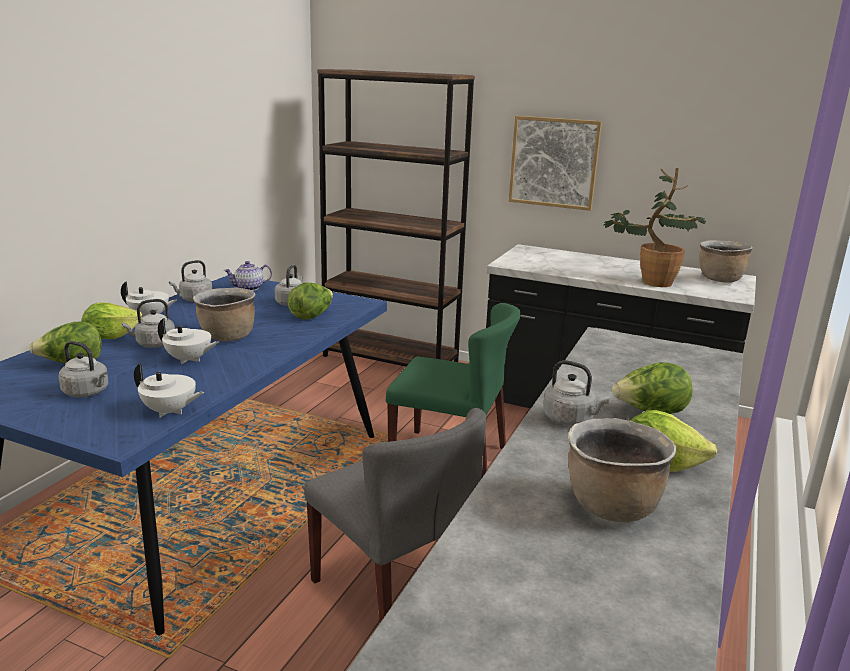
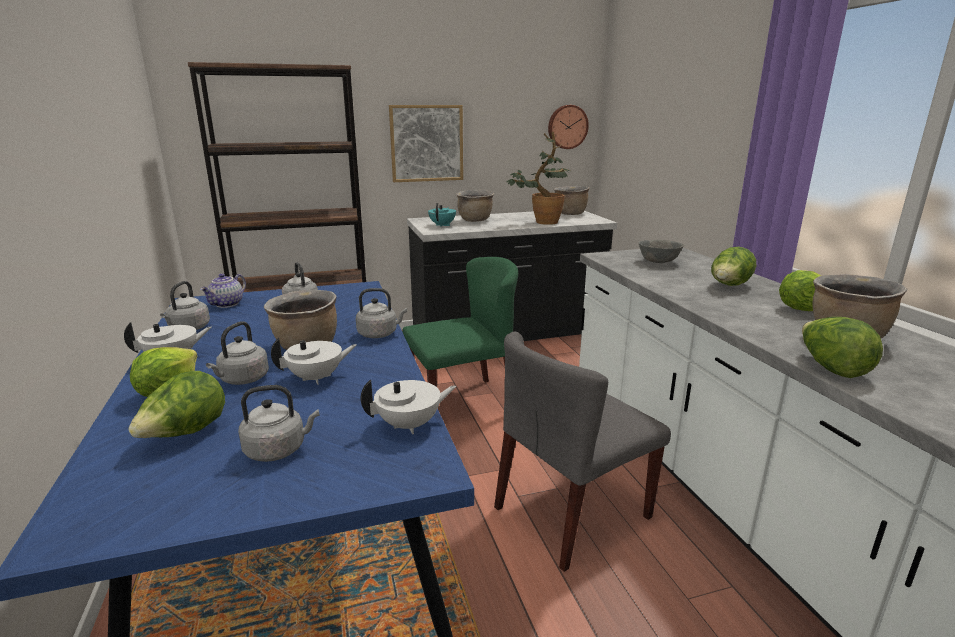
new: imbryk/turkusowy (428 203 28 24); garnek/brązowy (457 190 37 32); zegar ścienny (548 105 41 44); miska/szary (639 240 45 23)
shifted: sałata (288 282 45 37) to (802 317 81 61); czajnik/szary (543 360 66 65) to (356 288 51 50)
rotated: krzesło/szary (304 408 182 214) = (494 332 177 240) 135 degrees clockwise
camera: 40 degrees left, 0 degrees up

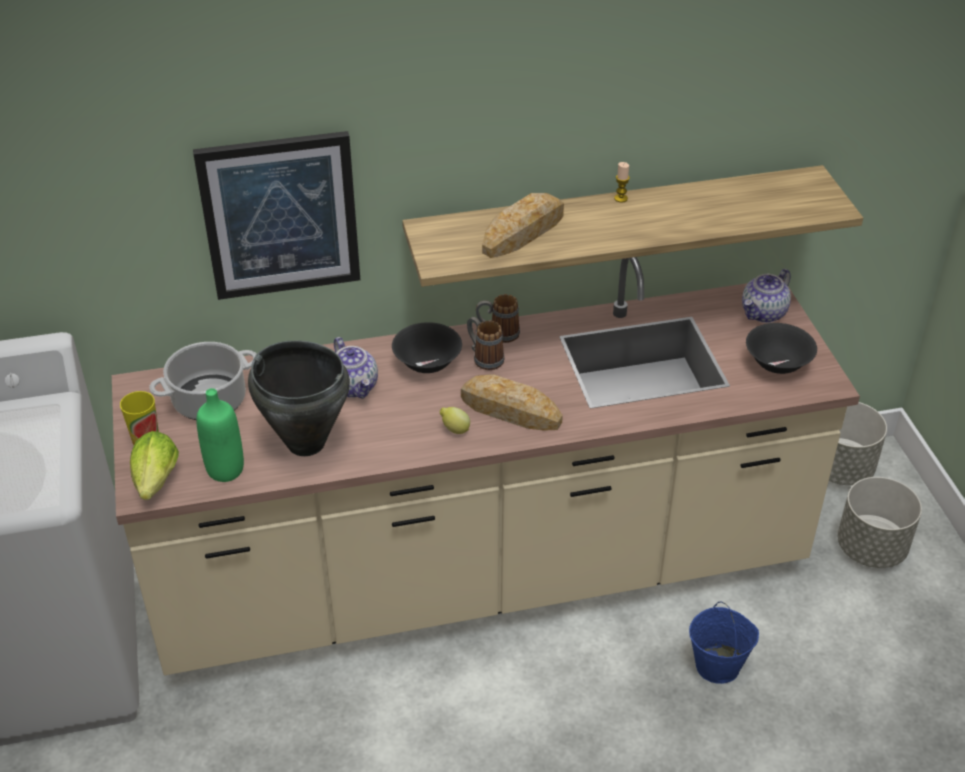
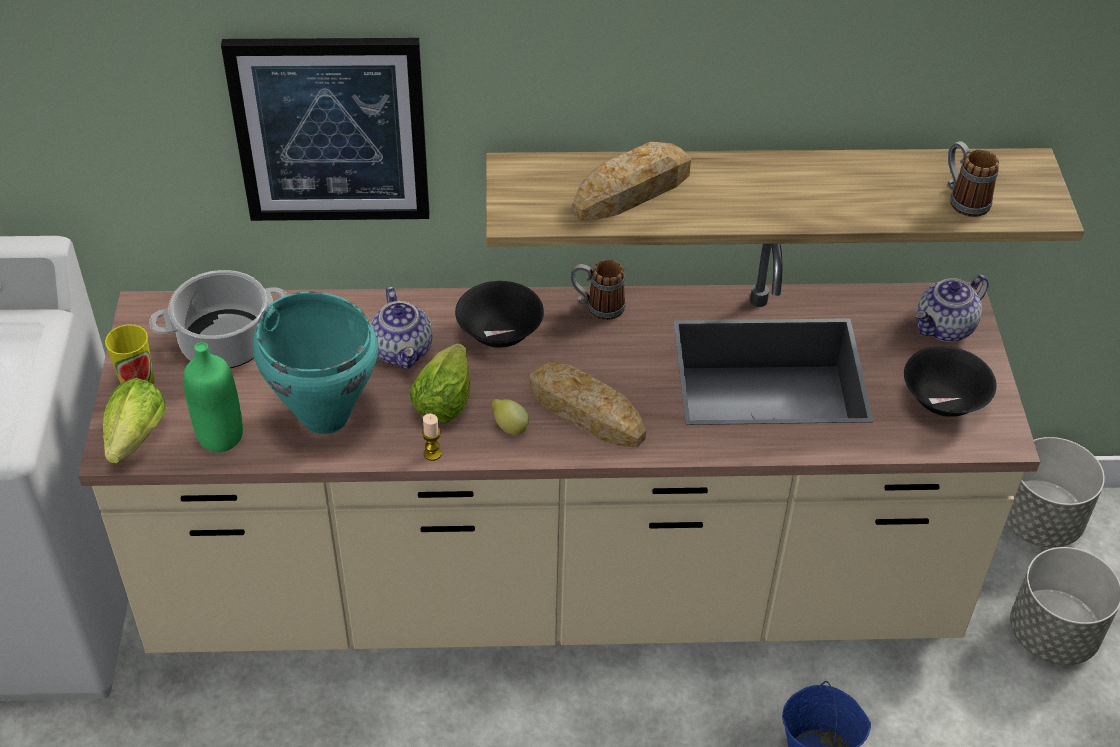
new: sałata (409 343 61 80)
shifted: kubek (467 317 38 53) to (948 141 51 76); świeca (614 162 16 41) to (422 414 20 47)
repainted: garnek/czarny (248 341 102 115) to garnek/turkusowy (253 292 125 142)
camera: 10 degrees right, 5 degrees up

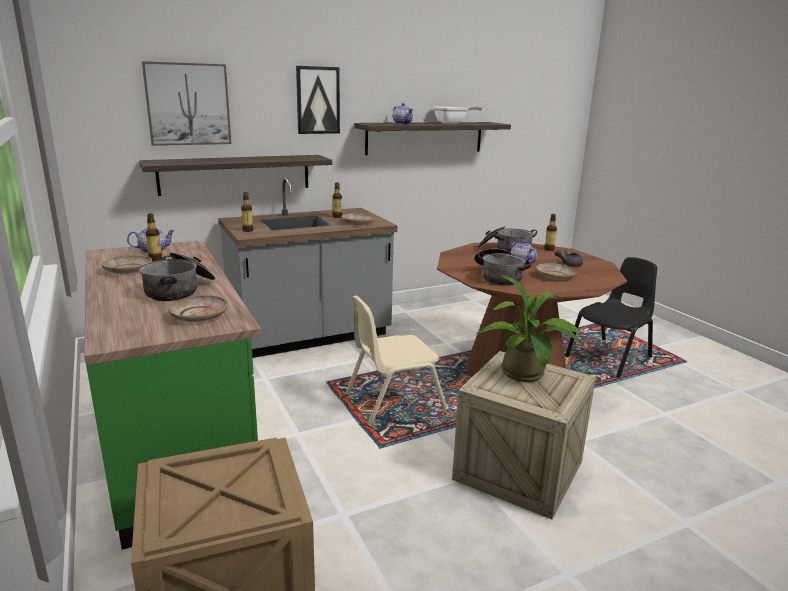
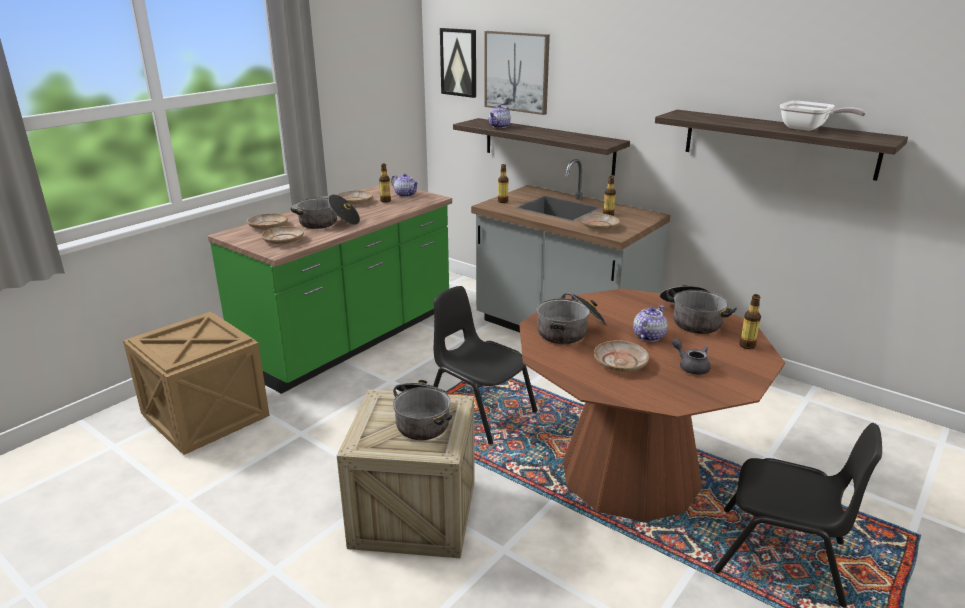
new: talerz/beżowy (247 213 41 17)
shifted: obraz (296 66 44 68) to (440 28 36 70); imbryk (393 103 20 21) to (489 104 22 24)
swapped: roślina doniczkowa (477 275 107 107) to garnek (393 380 59 60)
repainted: krzesło/beżowy (345 295 103 132) to krzesło/czarny (433 286 104 159)
camera: 65 degrees right, 5 degrees up

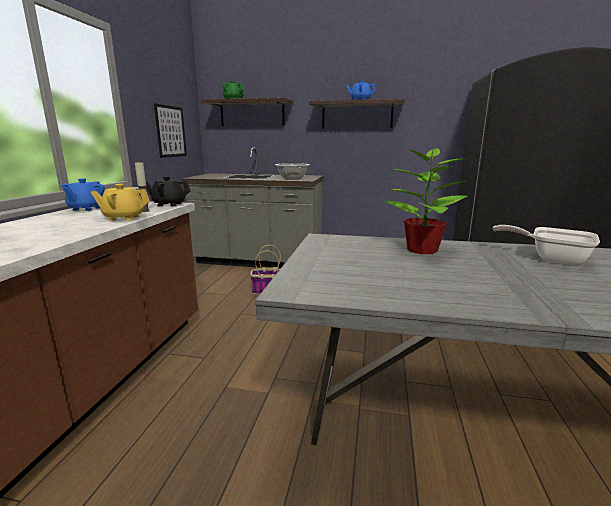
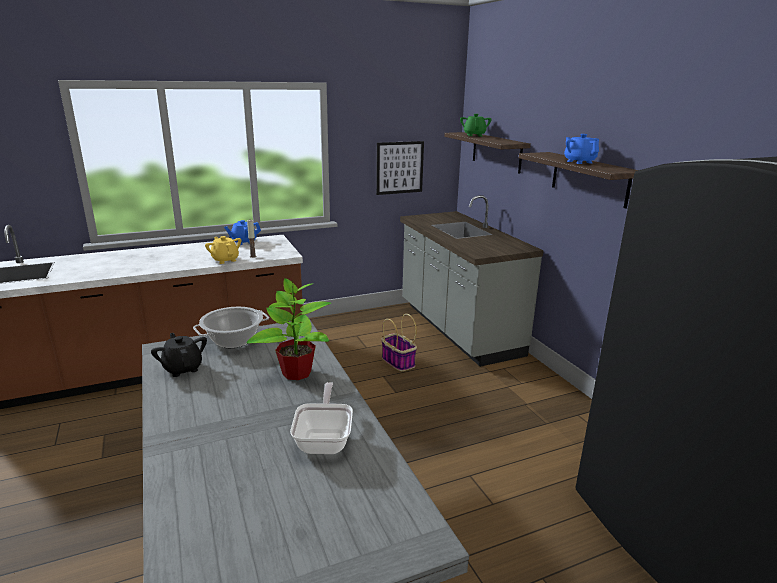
shifted: imbryk/czarny (146 176 44 31) to (151 333 56 44); garnek (275 163 35 17) to (193 307 76 41)
camera: 55 degrees right, 5 degrees up

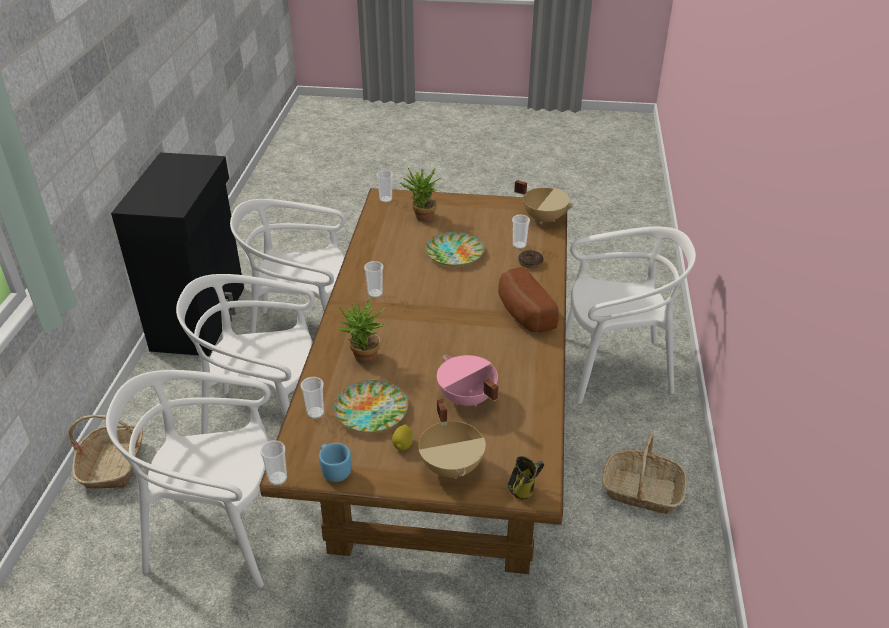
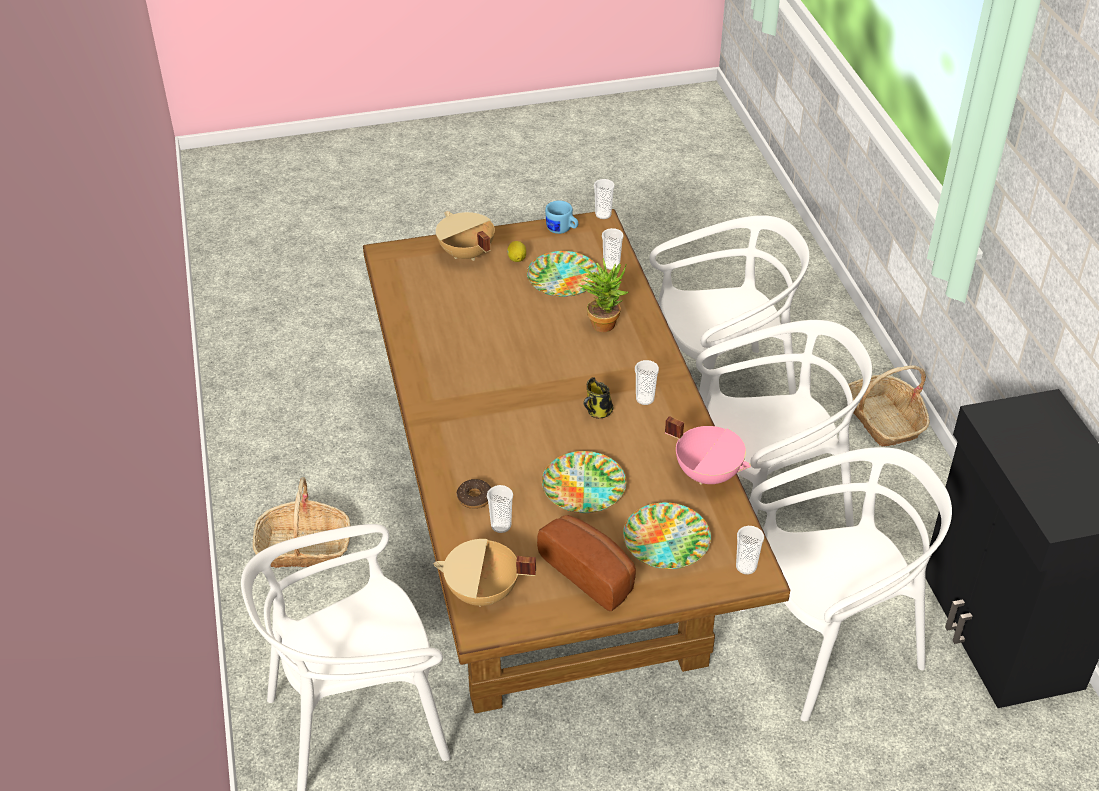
shifted: garnek/różowy (437 355 62 51) to (665 416 86 69); chleb (498 267 61 65) to (537 515 99 96); kubek (508 456 36 44) to (583 377 30 42)
swapped: roślina doniczkowa (400 167 41 55) to talerz (623 502 88 67)
camera: 160 degrees right, 5 degrees up

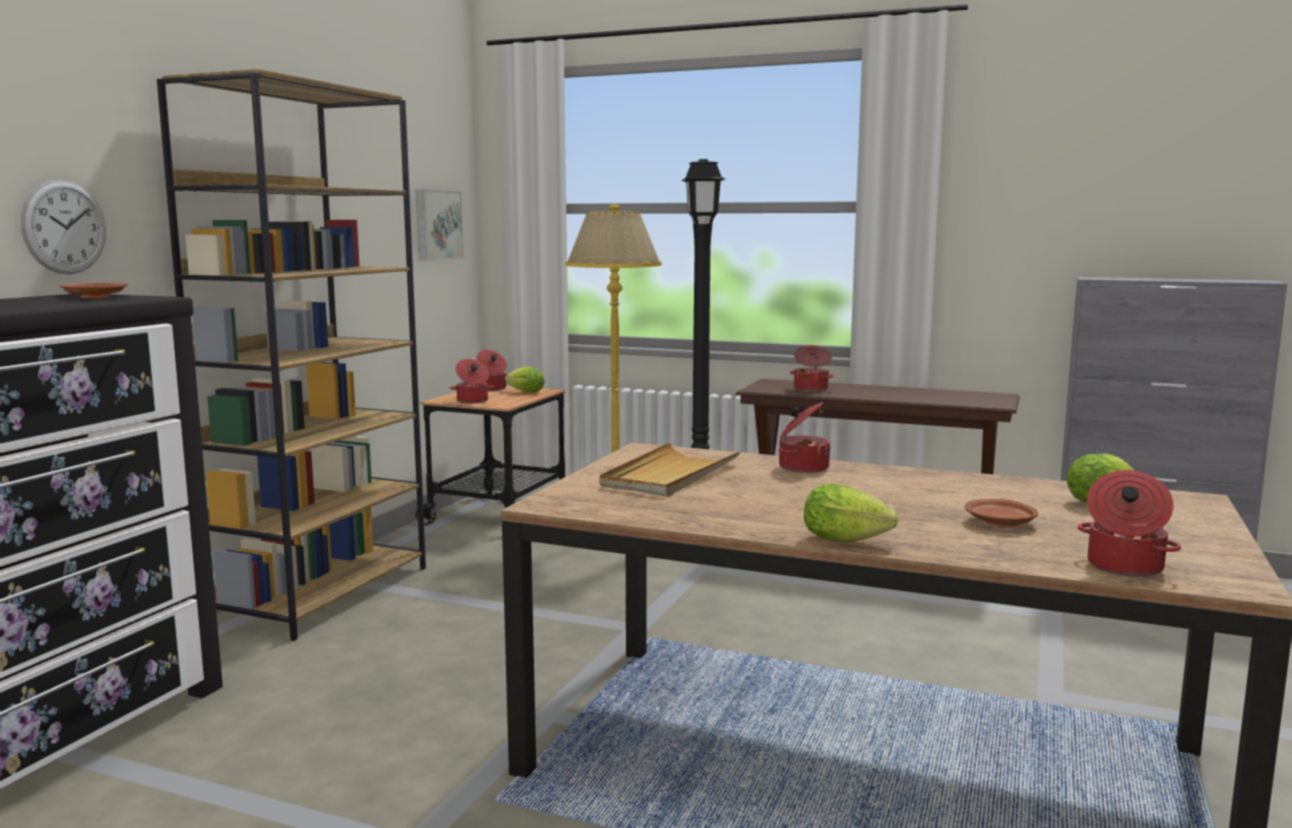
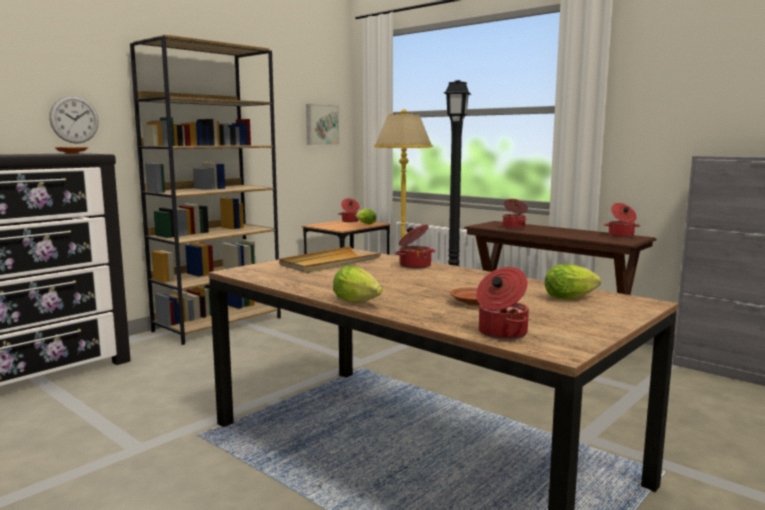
shifted: garnek (450 359 44 44) to (604 203 36 34)
camera: 20 degrees right, 0 degrees up

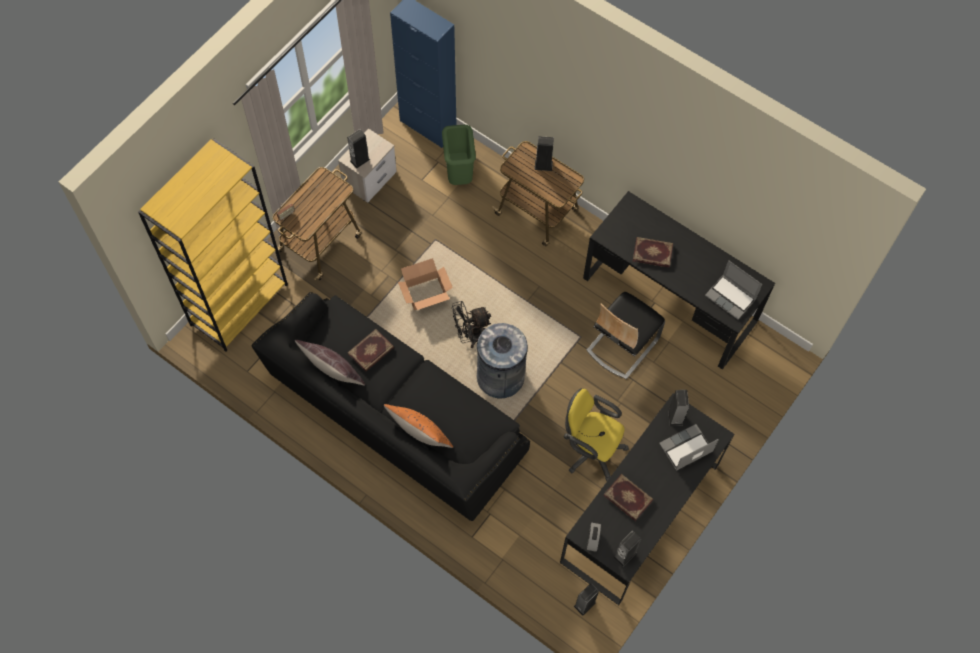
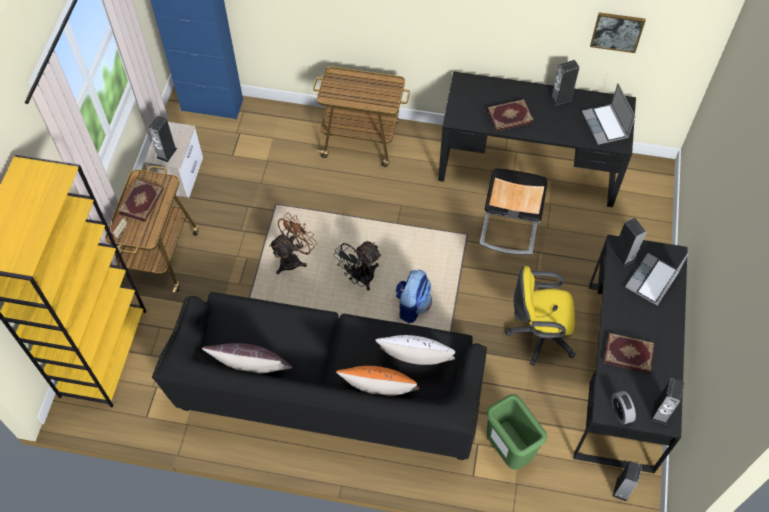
new: poduszka/biały (375 335 81 30); obraz (590 12 56 41)
shifted: książka (348 329 46 43) to (118 179 46 43); kosz na śmieci/zielony (442 125 34 60) to (486 394 61 75); głośnik (535 136 19 35) to (550 60 29 46)
swapped: karton (398 258 55 52) to wentylator/brązowy (269 213 48 61); kosz na śmieci/szary (477 323 51 75) to plecak (396 270 36 53)
rotated: laptop (705 260 57 60) = (582 83 53 62) 60 degrees clockwise
camera: 25 degrees left, 5 degrees down

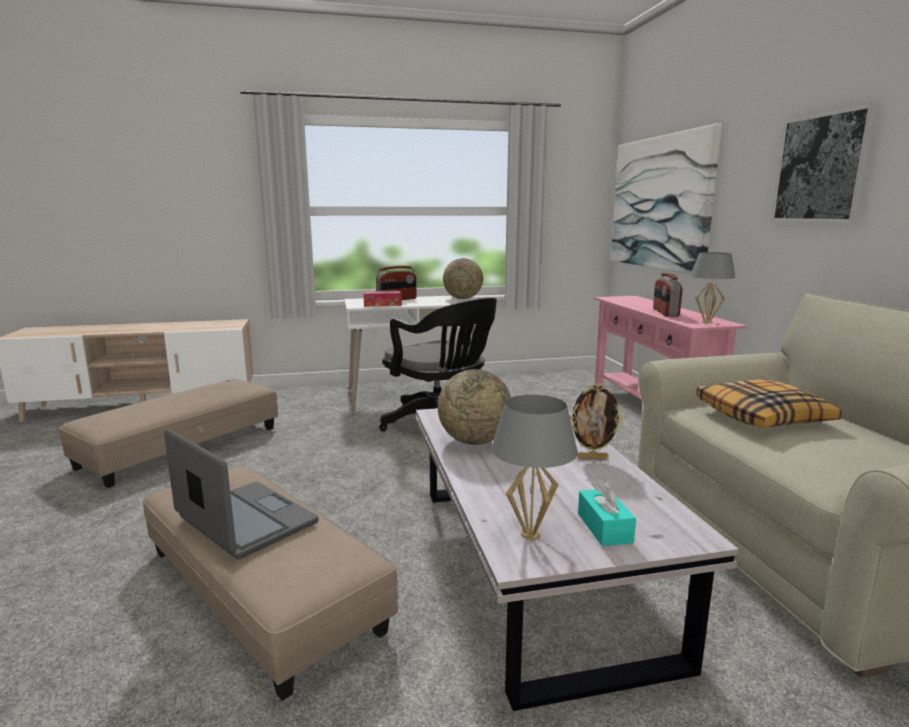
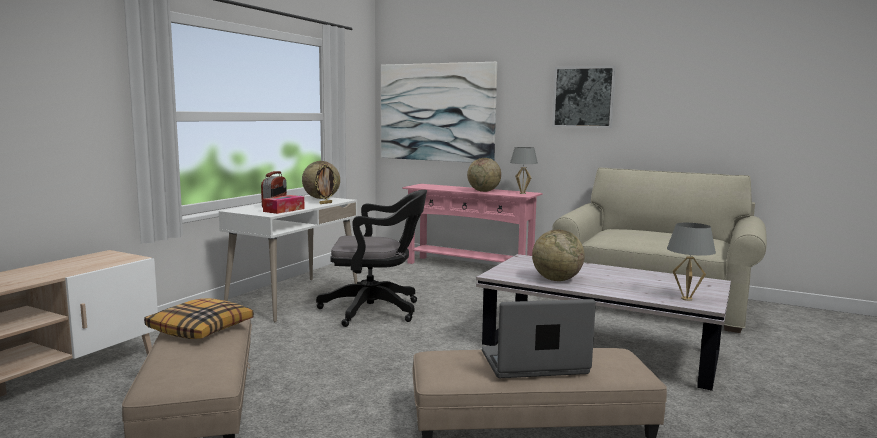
gone: pudełko chusteczek/turkusowy (578 479 58 67)
shifted: ramka na zdjęcie (570 383 53 76) to (315 164 22 40); poduszka (696 380 146 47) to (144 298 110 41)
swapped: radio (653 273 30 44) to globus (467 158 34 34)
camera: 50 degrees left, 5 degrees down

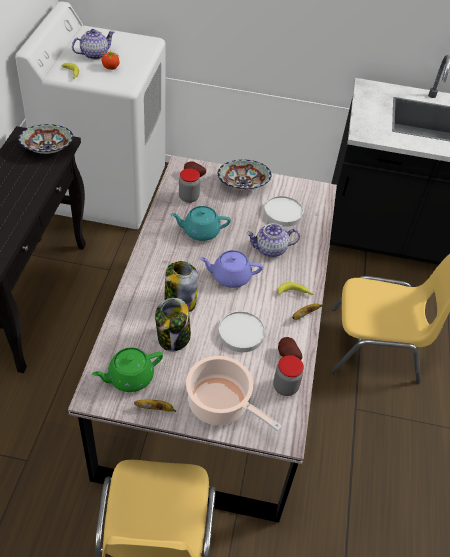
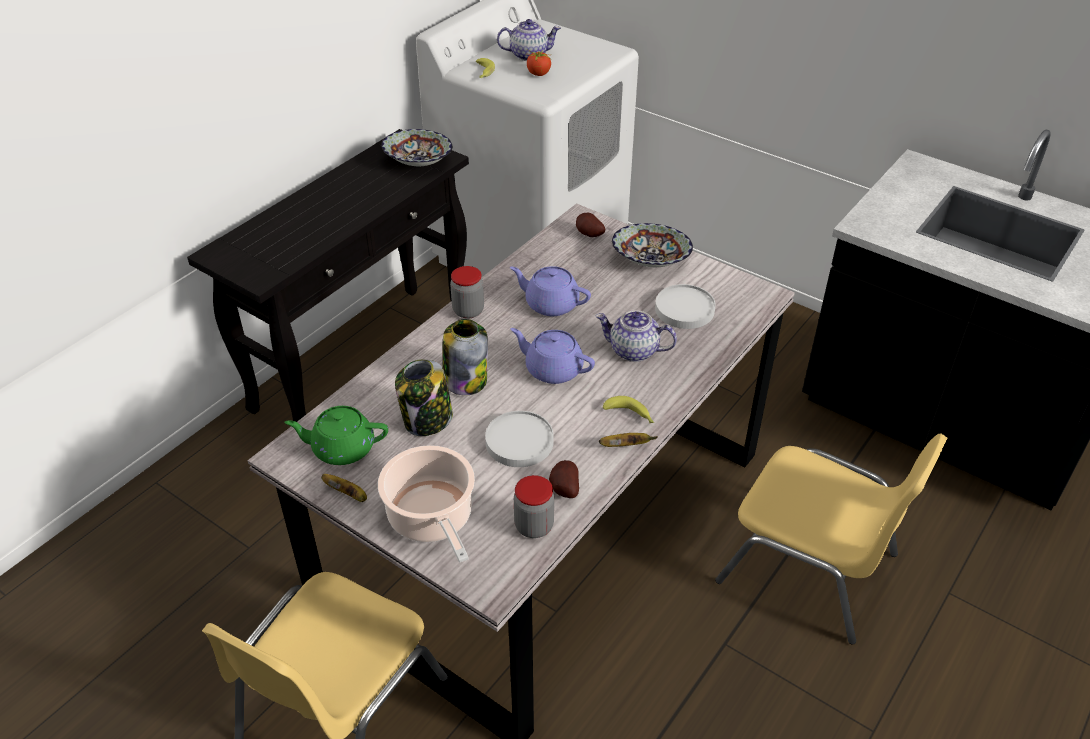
shifted: słoik (179 168 21 35) to (450 266 34 53)
repainted: imbryk/turkusowy (170 206 61 35) to imbryk/fioletowy (510 266 81 50)
camera: 30 degrees right, 5 degrees down

